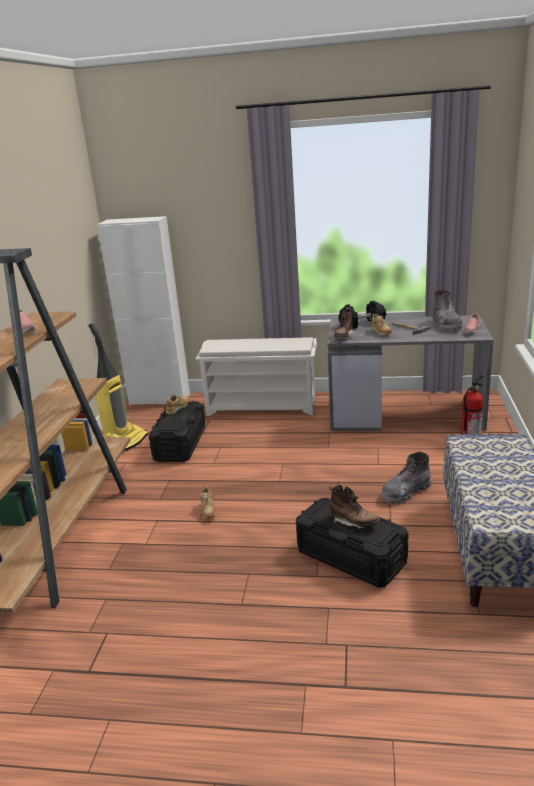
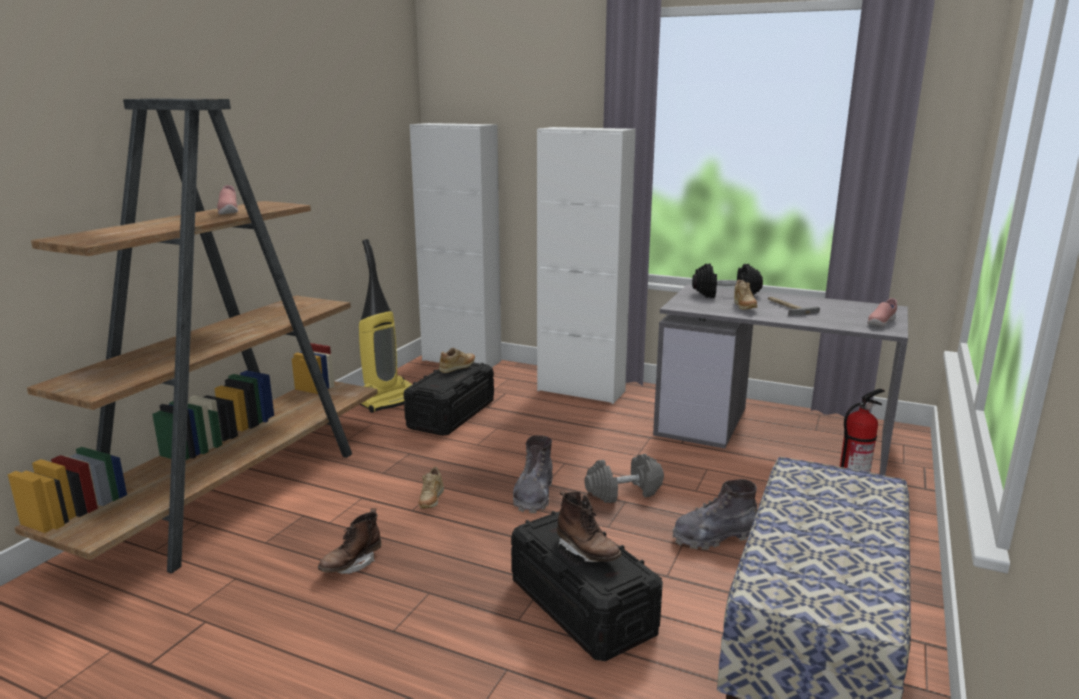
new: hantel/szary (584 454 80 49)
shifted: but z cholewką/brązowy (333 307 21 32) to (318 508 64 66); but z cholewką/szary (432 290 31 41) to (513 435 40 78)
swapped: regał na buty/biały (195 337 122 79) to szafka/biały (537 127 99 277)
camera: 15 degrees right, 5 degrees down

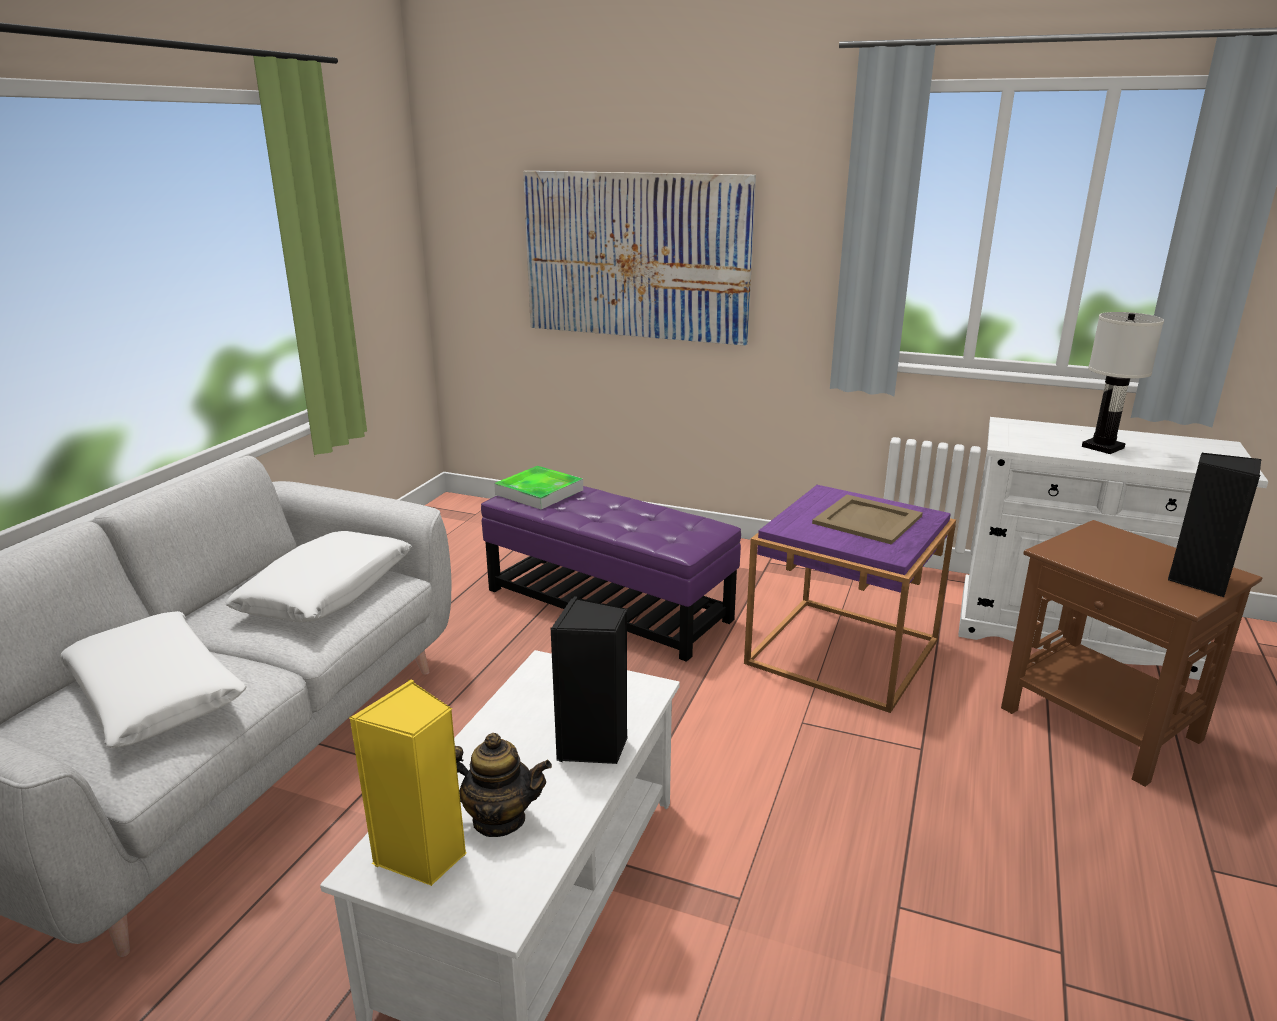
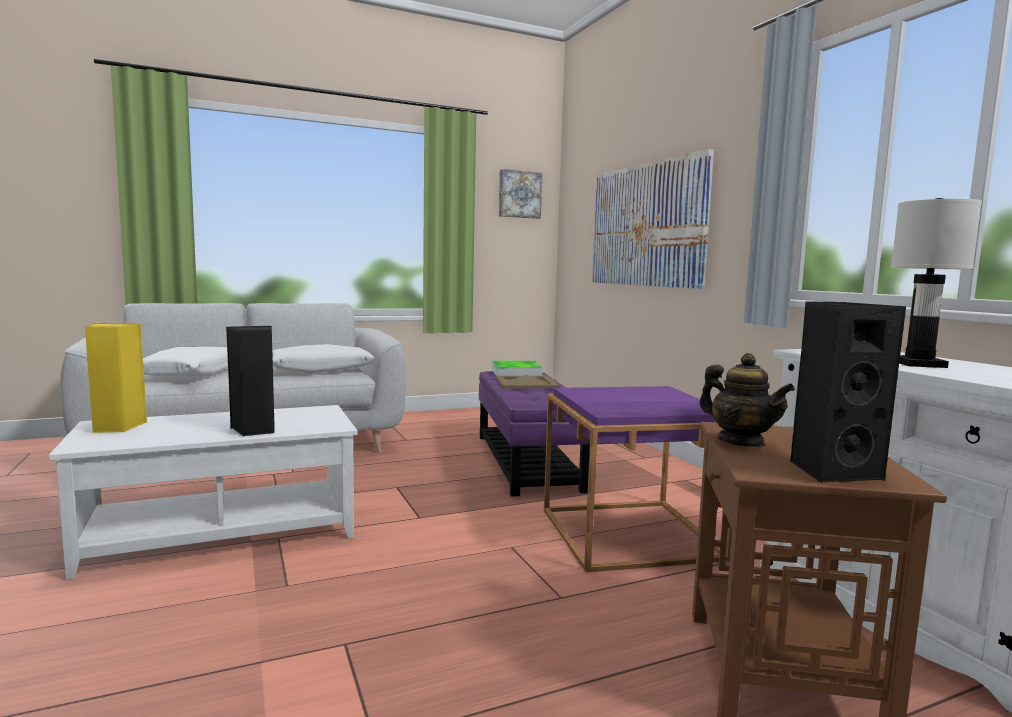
new: obraz (499 169 43 50)
shifted: imbryk (455 733 97 104) to (699 353 96 94); taca/beżowy (812 495 111 50) to (496 375 64 14)
camera: 45 degrees right, 15 degrees down

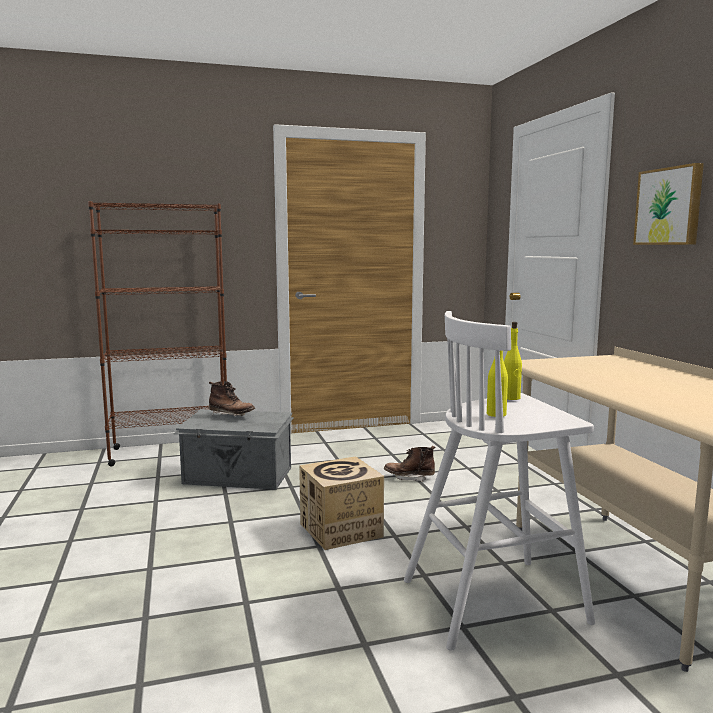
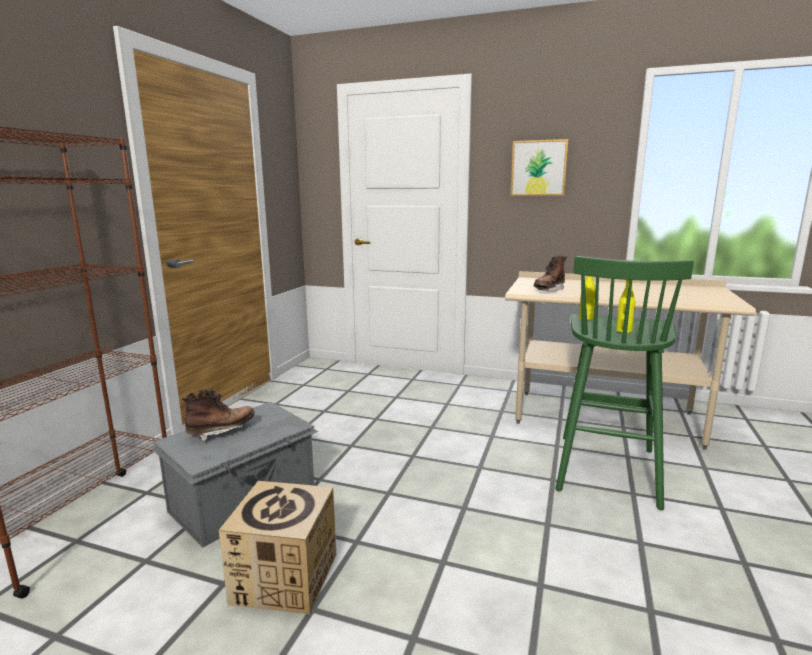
shifted: karton (299 456 85 94) to (219 481 117 133); but z cholewką/brązowy (384 446 51 36) to (534 254 33 38)
repainted: stołek/biały (404 311 191 340) to stołek/zielony (555 256 139 254)
camera: 55 degrees left, 5 degrees up

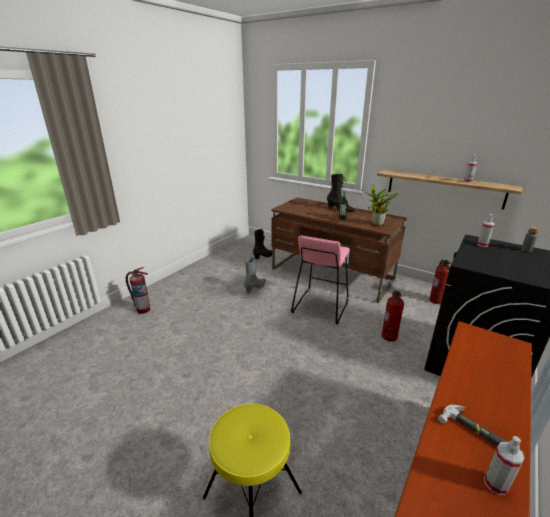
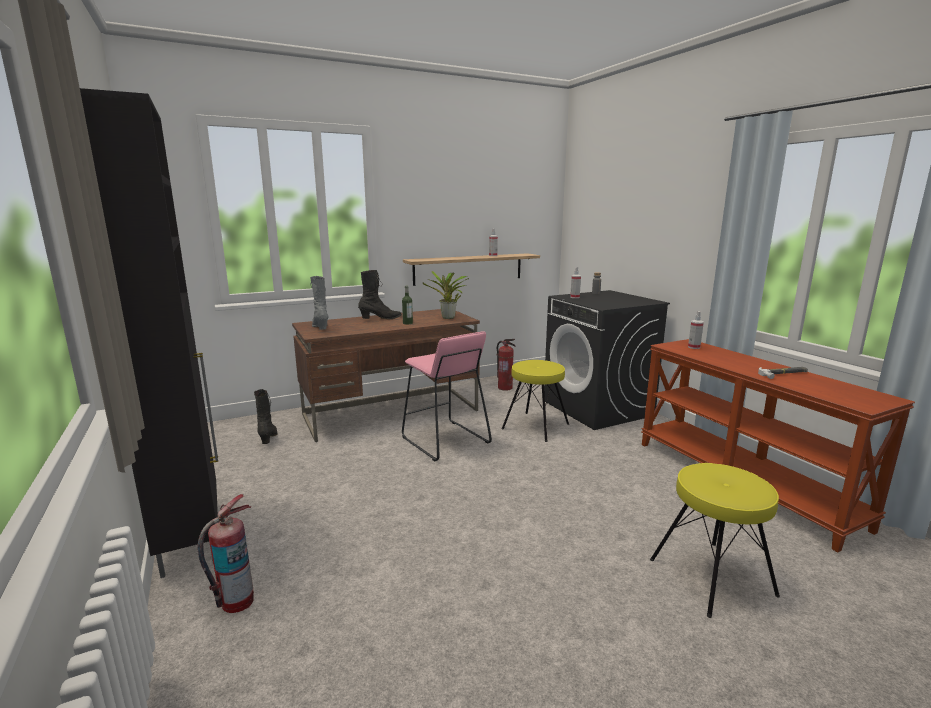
new: szafka/czarny (80 88 138 490)
shifted: but z cholewką/szary (244 257 22 35) to (310 276 18 54); spryskiwacz (484 436 41 59) to (688 311 16 38)
swapped: gaśnica (382 290 22 51) to stołek/żółty (502 360 67 82)
camera: 60 degrees left, 10 degrees down

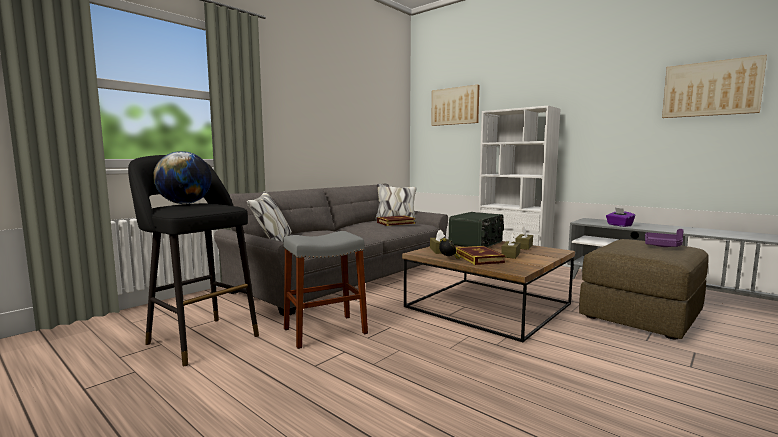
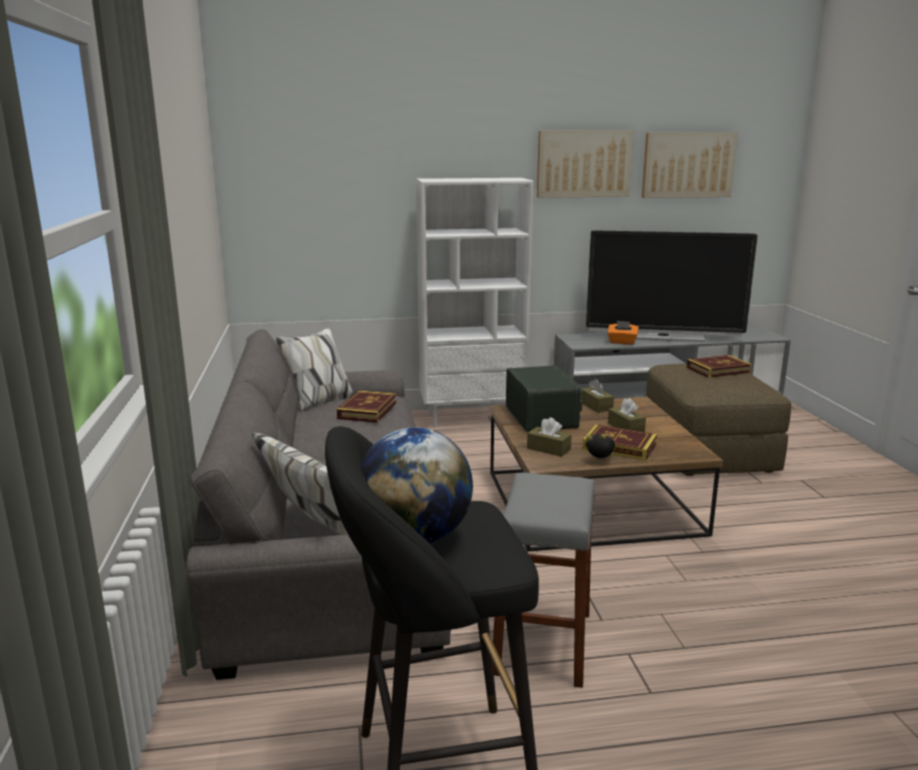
new: telewizor (586 230 172 112)
shifted: obraz (431 85 48 41) to (537 131 96 67)
swapped: taca/fioletowy (645 229 39 18) to książka (686 355 66 23)
repainted: pudełko chusteczek/fioletowy (606 208 29 19) to pudełko chusteczek/pomarańczowy (608 321 31 24)
camera: 50 degrees left, 10 degrees up

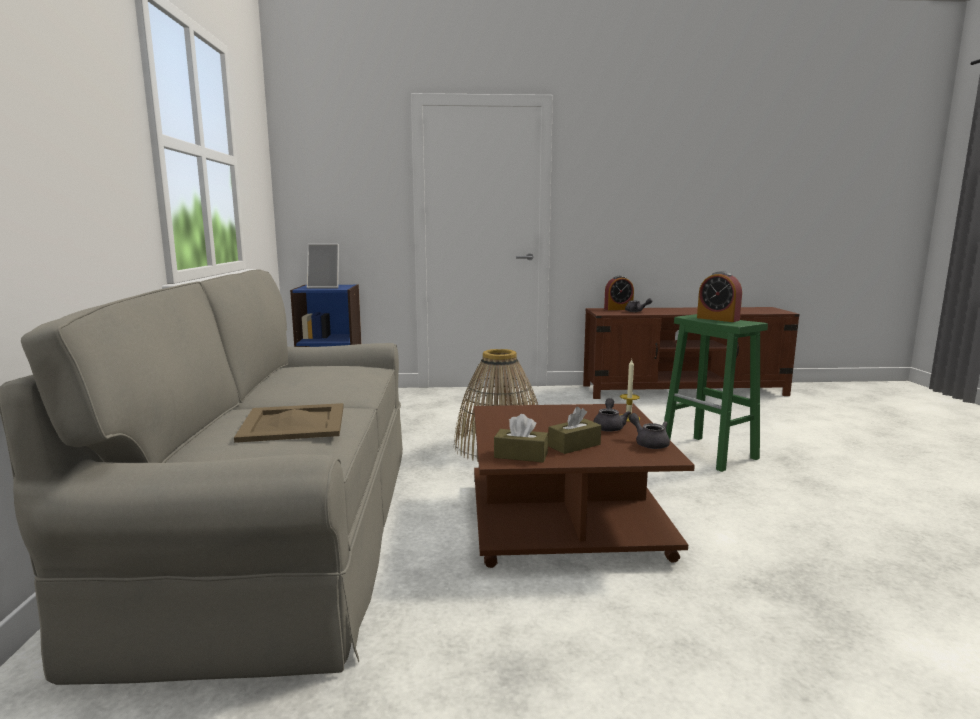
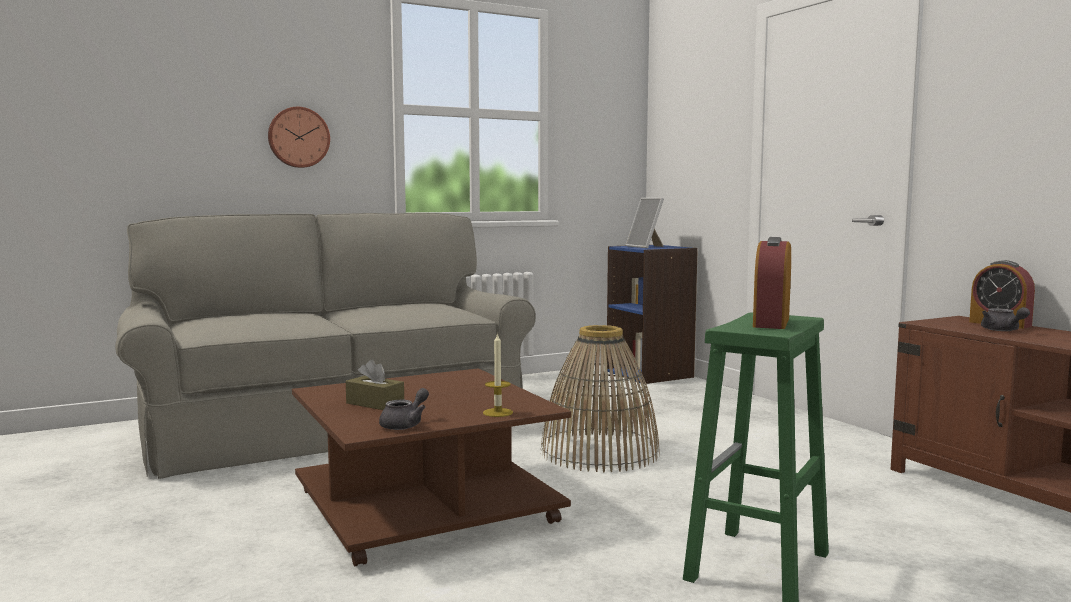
gone: taca/beżowy (234 403 110 40); pudełko chusteczek/brązowy (494 414 54 48); imbryk/szary (593 398 38 34)
new: zegar ścienny (268 107 62 61)
camera: 65 degrees right, 5 degrees down

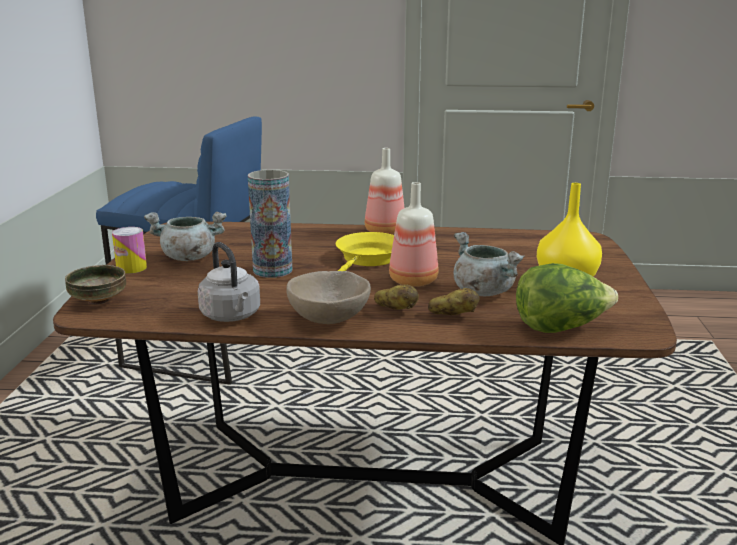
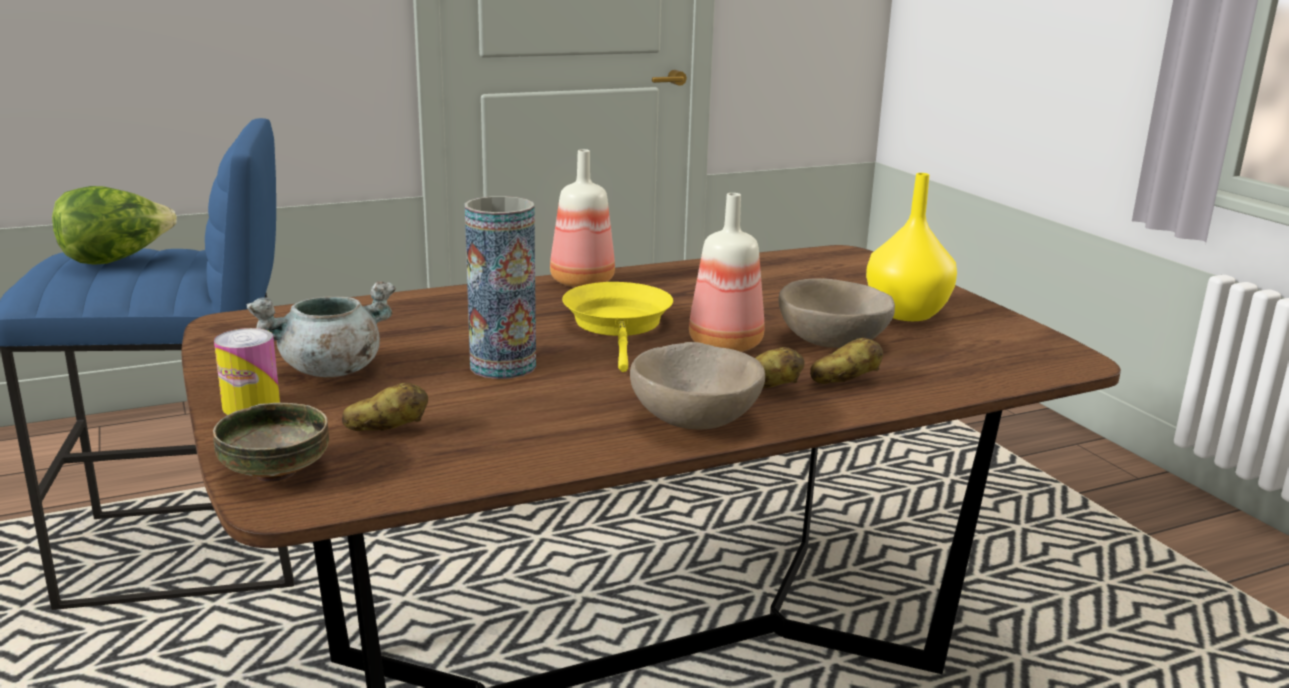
gone: czajnik/szary (198 242 62 80)
new: ziemniak (342 383 86 48)
shifted: sałata (516 263 102 70) to (52 186 125 79)
swapped: garnek/szary (454 232 70 64) to miska/beżowy (779 278 116 70)
camera: 30 degrees left, 0 degrees up

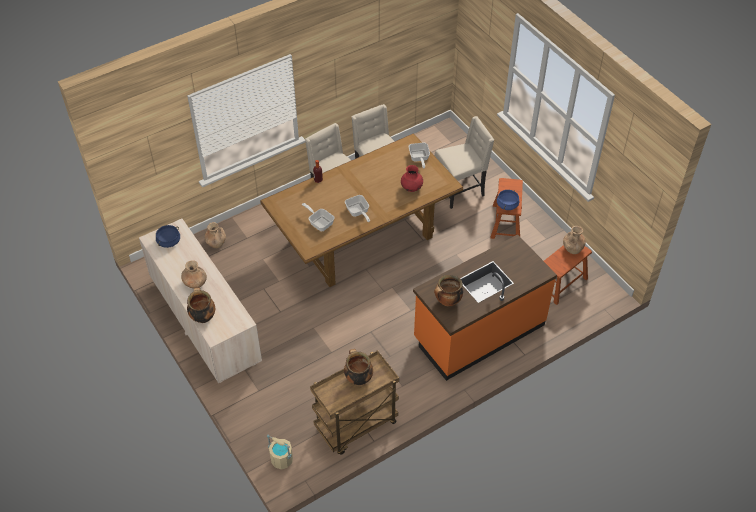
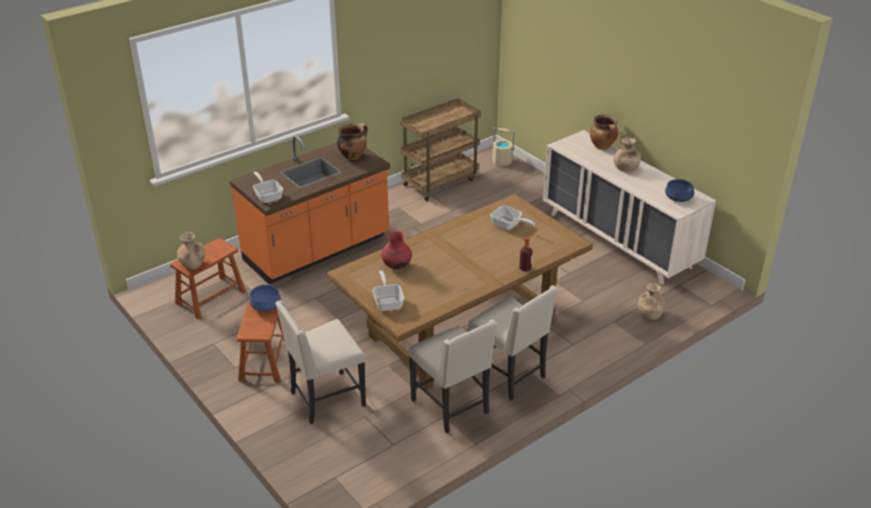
gone: garnek (344 349 29 36)
shifted: patelnia (345 195 25 27) to (253 172 30 31)
camera: 175 degrees right, 15 degrees down

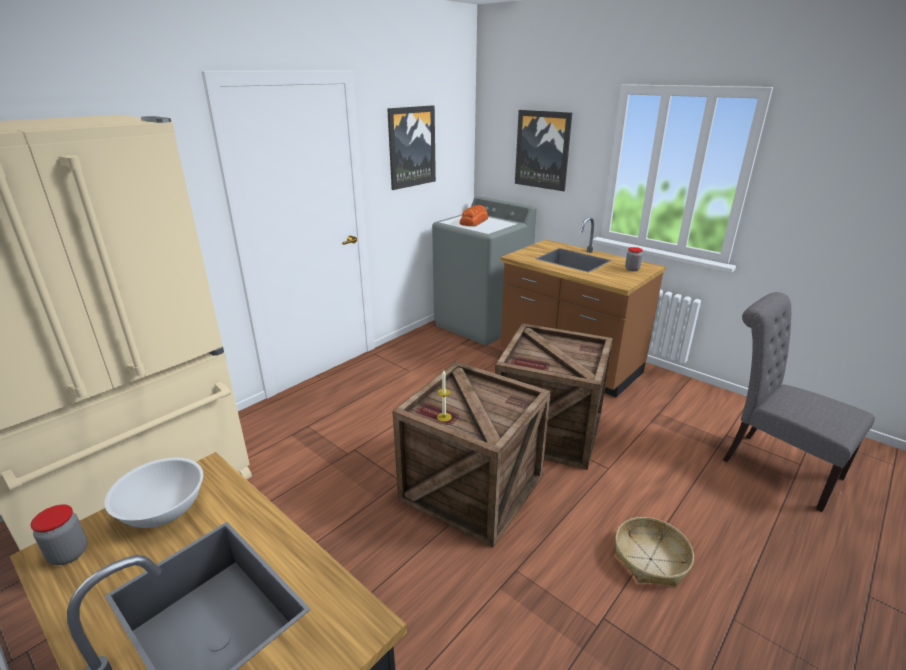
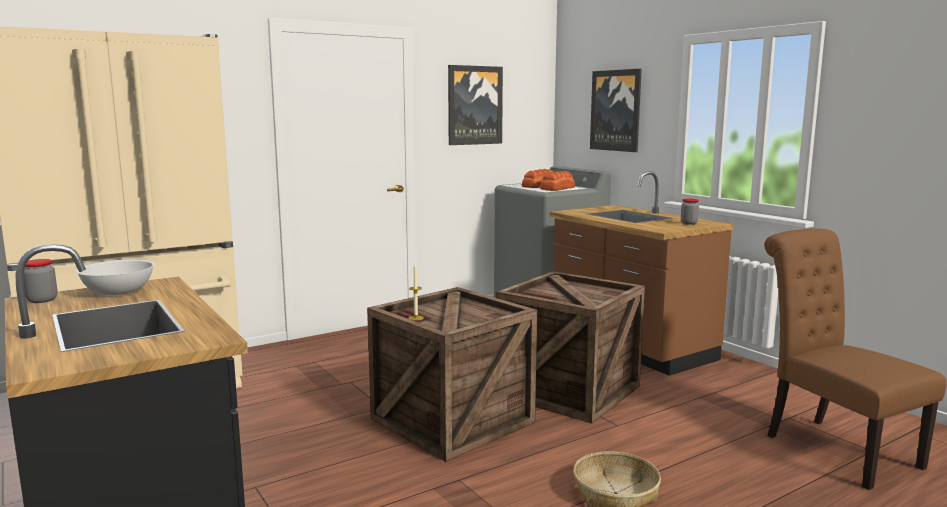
new: chleb (540 171 35 20)
repainted: krzesło/szary (723 292 152 220) to krzesło/brązowy (764 228 183 262)
camera: 15 degrees right, 15 degrees down

